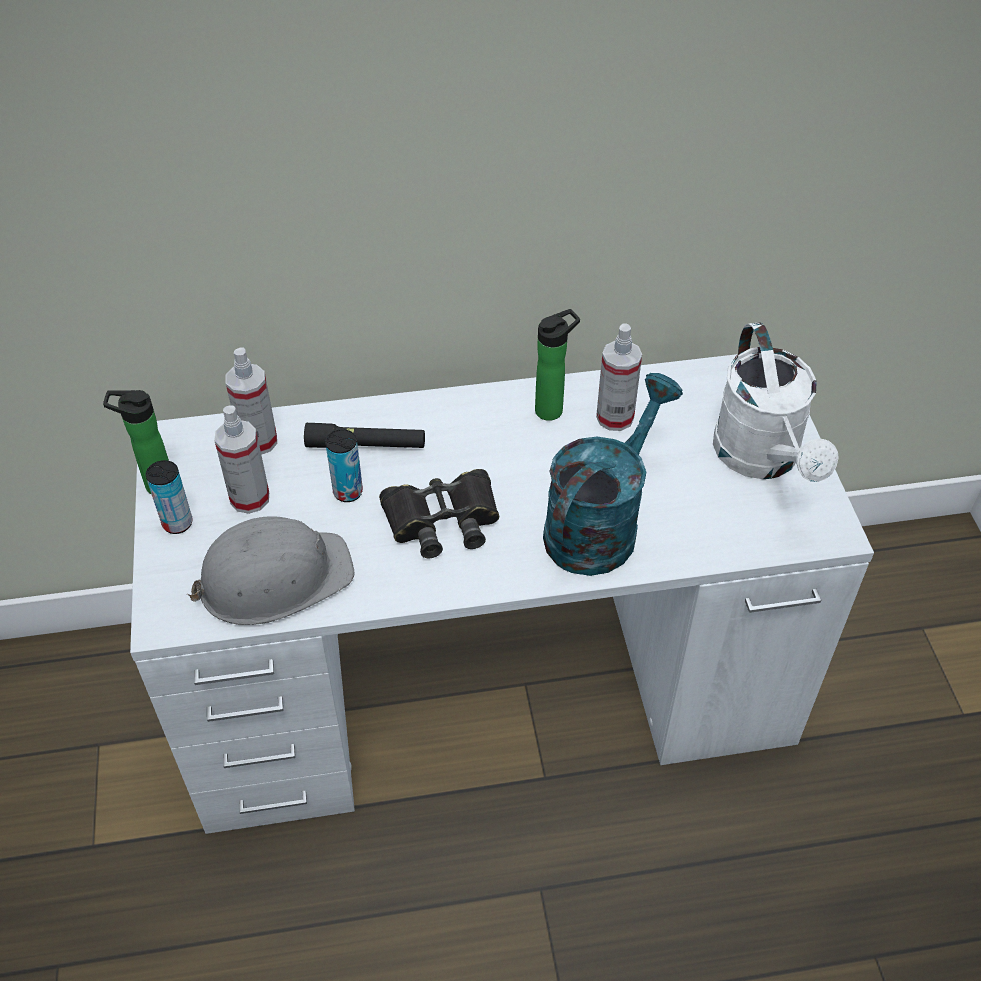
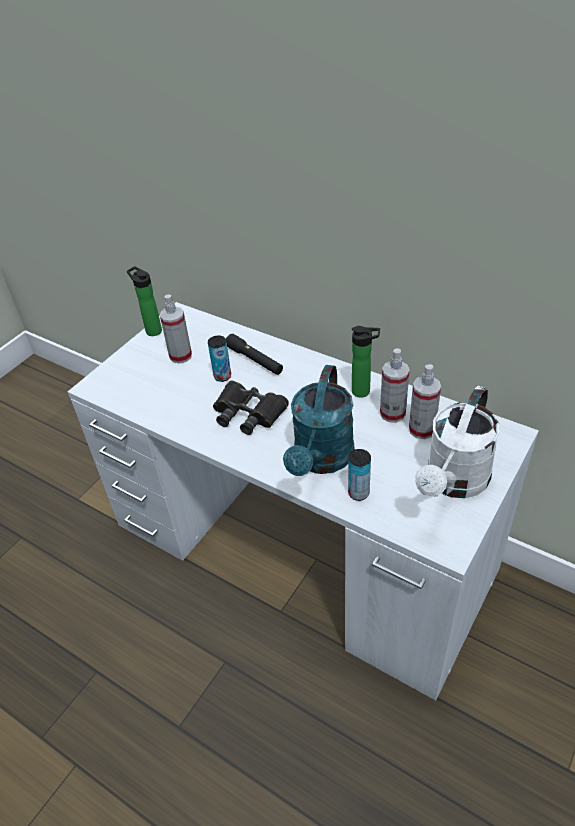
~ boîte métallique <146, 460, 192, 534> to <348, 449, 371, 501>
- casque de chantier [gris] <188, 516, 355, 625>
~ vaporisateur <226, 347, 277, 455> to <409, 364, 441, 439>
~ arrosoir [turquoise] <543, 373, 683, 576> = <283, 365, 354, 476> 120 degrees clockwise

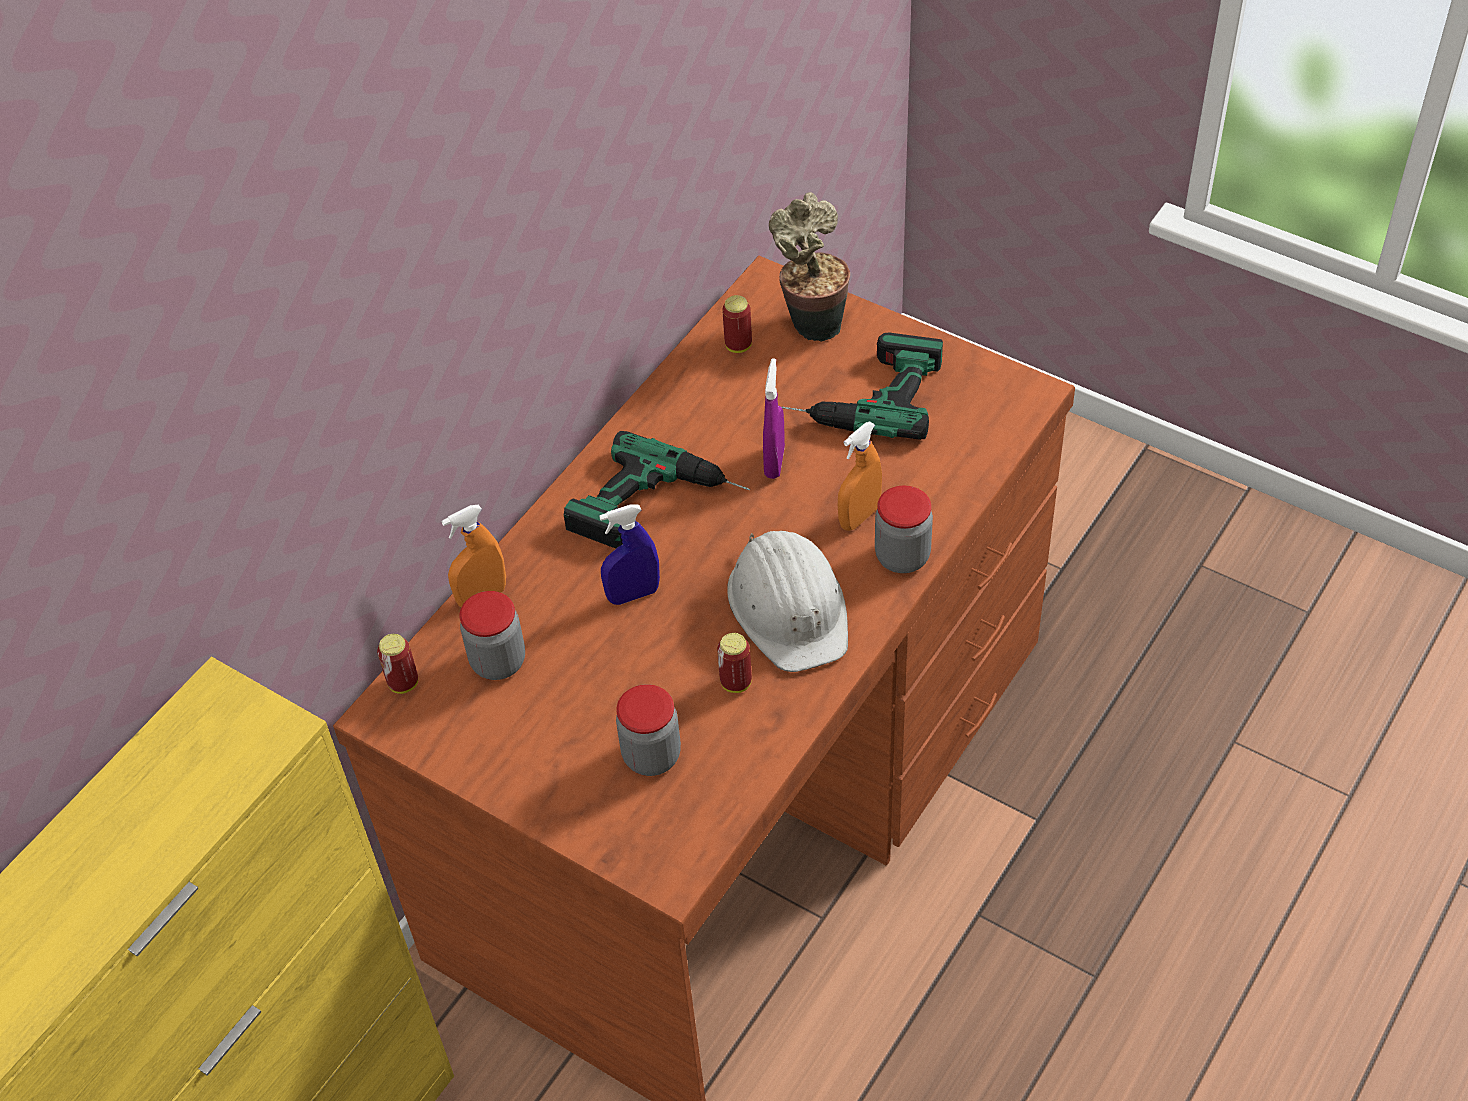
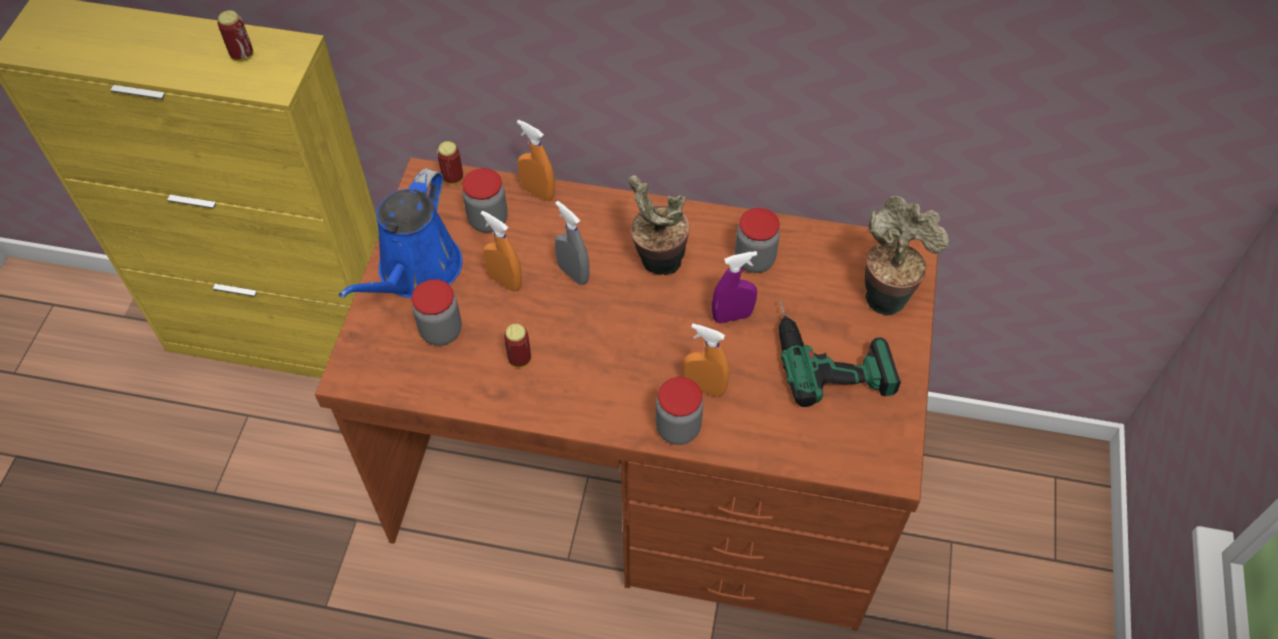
~ perceuse <563, 431, 750, 549> to plante en pot <629, 175, 689, 275>
~ vaporisateur [bleu] <599, 504, 660, 605> to vaporisateur [gris] <555, 201, 589, 285>
~ boîte métallique <722, 295, 752, 353> to <218, 10, 253, 62>
- casque de chantier [blanc] <727, 531, 848, 672>
+ arrosoir [bleu] <339, 168, 462, 298>
+ vaporisateur [orange] <481, 211, 522, 292>
+ bocal <735, 208, 780, 273>

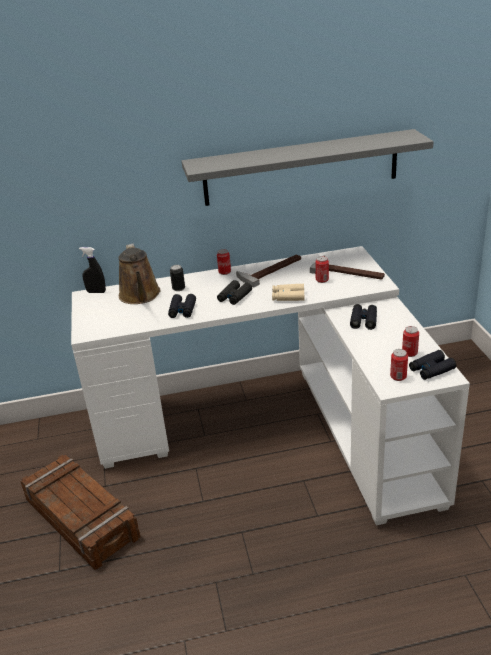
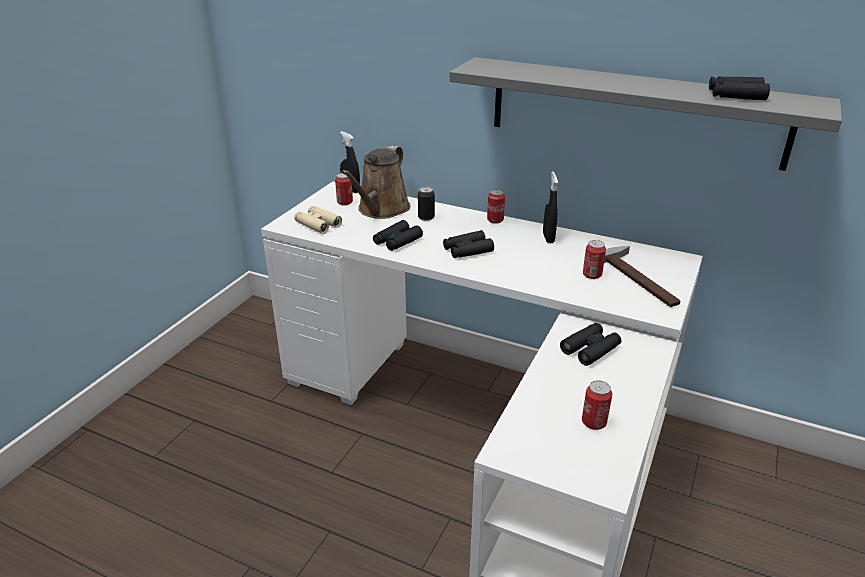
- caisse <20, 455, 140, 570>
~ marteau <236, 254, 301, 287> to vaporisateur [noir] <543, 171, 558, 243>
~ jumelles [beige] <272, 283, 305, 301> to <294, 206, 342, 234>
~ boîte métallique <390, 349, 408, 381> to <335, 173, 353, 205>
~ jumelles [noir] <409, 350, 456, 380> to <709, 76, 770, 100>

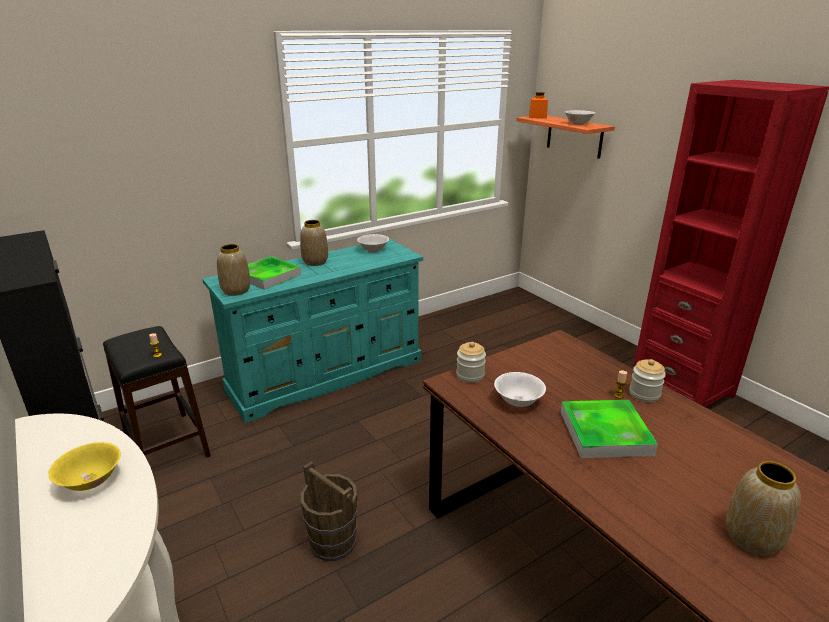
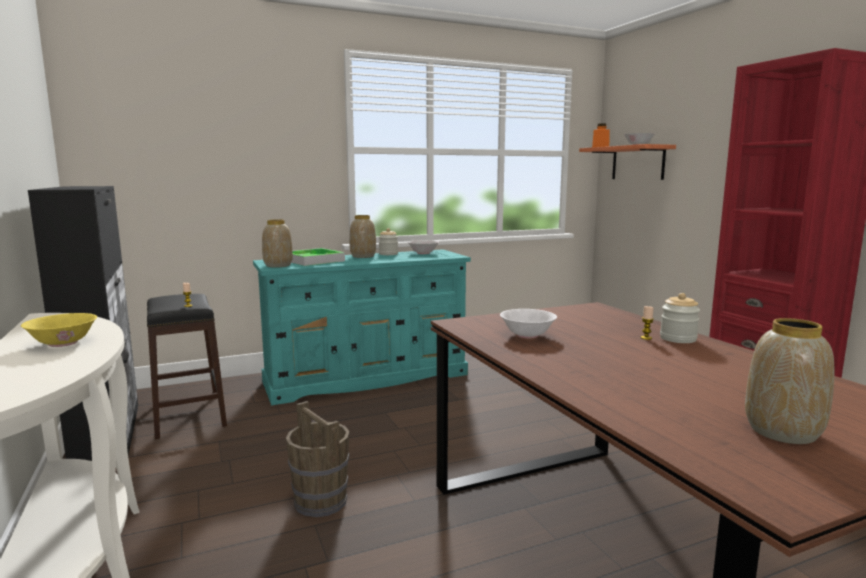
~ bocal <456, 342, 486, 383> to <379, 228, 398, 255>
- plateau <561, 400, 658, 458>

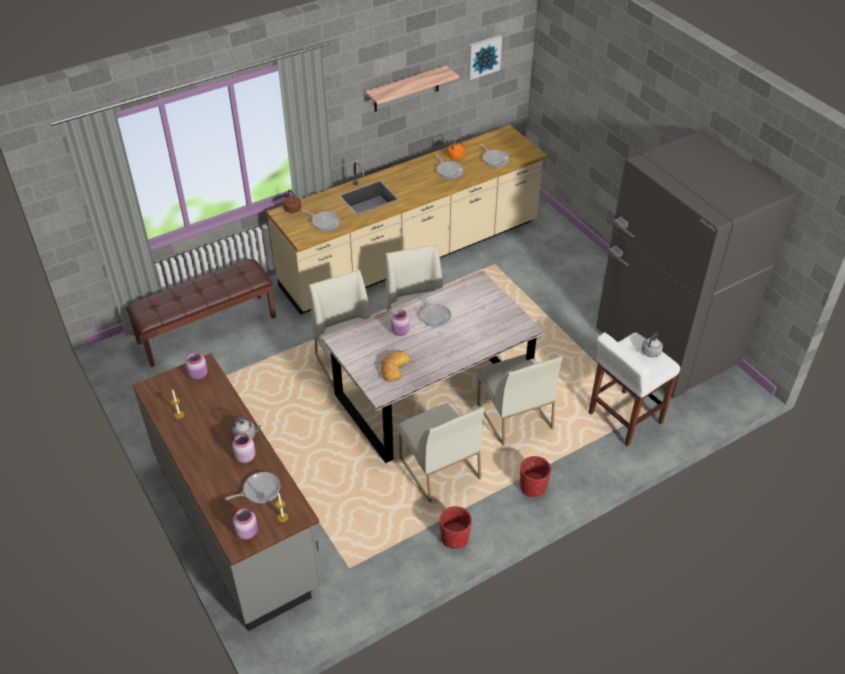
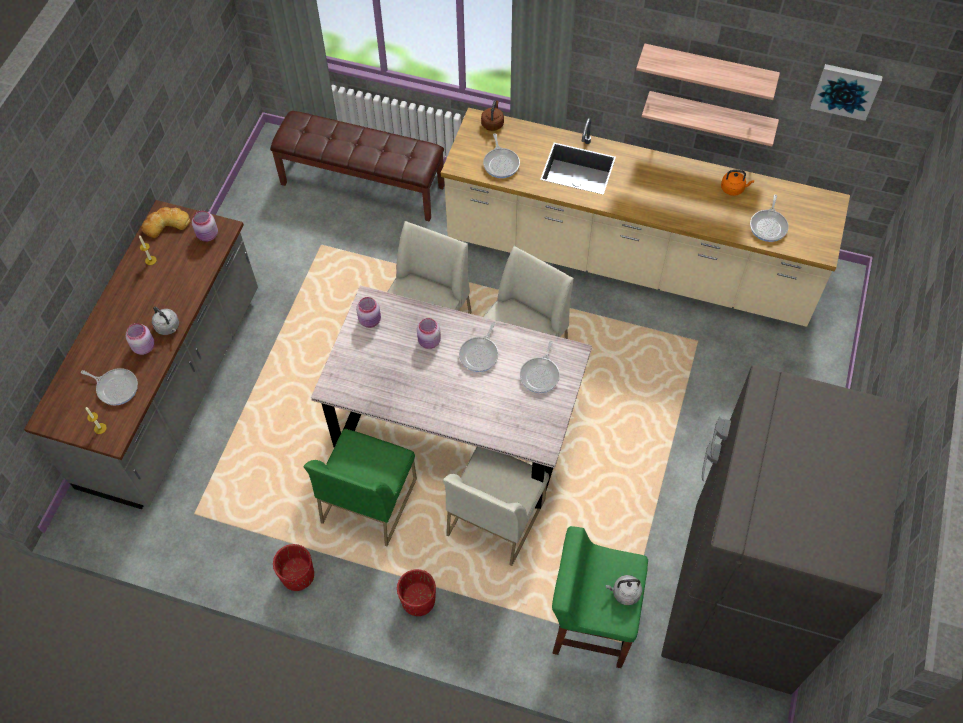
~ bocal [rose] <233, 508, 258, 540> to <356, 297, 381, 328>
~ pain <381, 351, 410, 381> to <141, 207, 191, 238>
~ chaise [blanc] <397, 402, 485, 502> to chaise [vert] <303, 429, 417, 546>
~ poêle <436, 155, 463, 179> to <520, 341, 560, 393>
~ tabouret [blanc] <588, 332, 680, 446> to tabouret [vert] <552, 526, 648, 668>
+ étagère <642, 91, 779, 146>

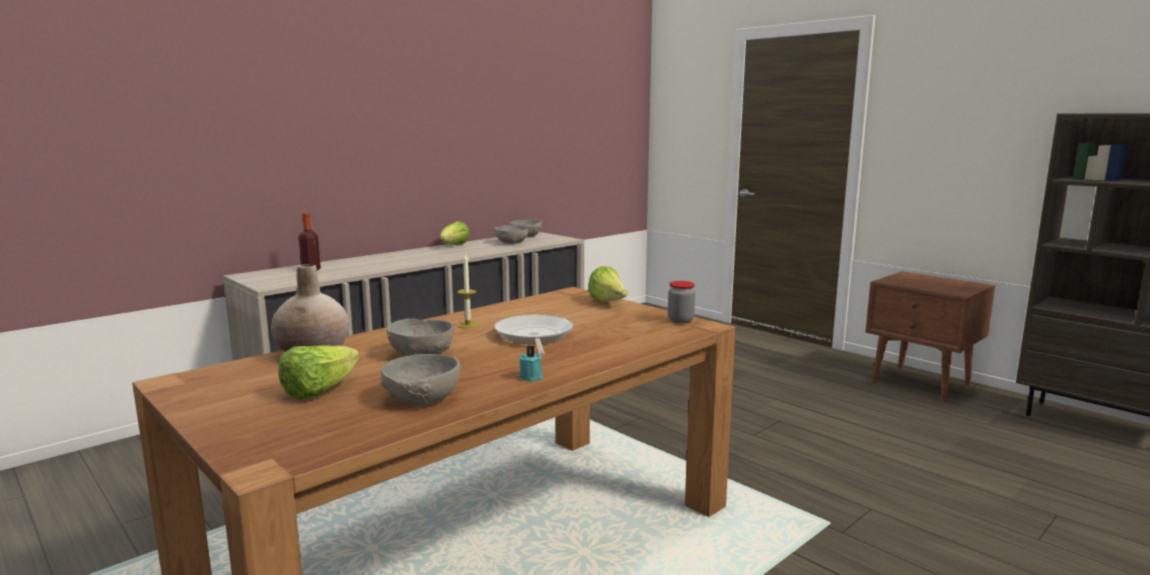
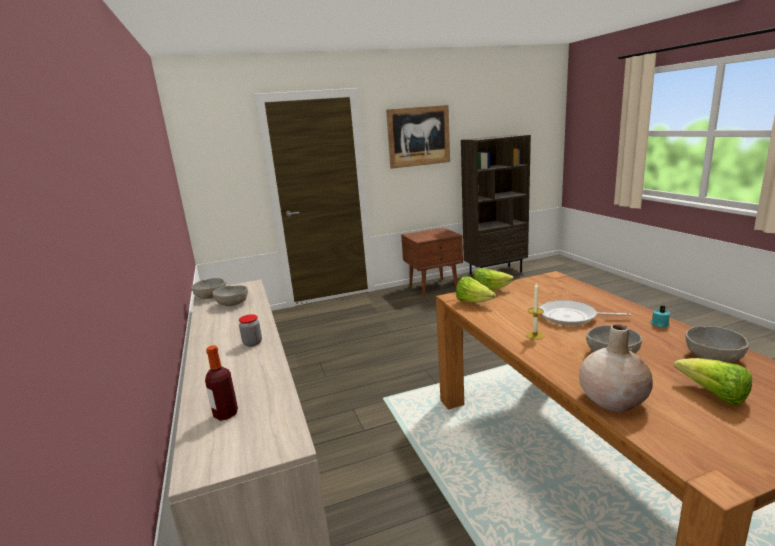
~ laitue <440, 221, 470, 245> to <456, 276, 496, 303>
~ bocal <668, 281, 695, 323> to <239, 314, 262, 347>
+ tableau <386, 105, 450, 169>

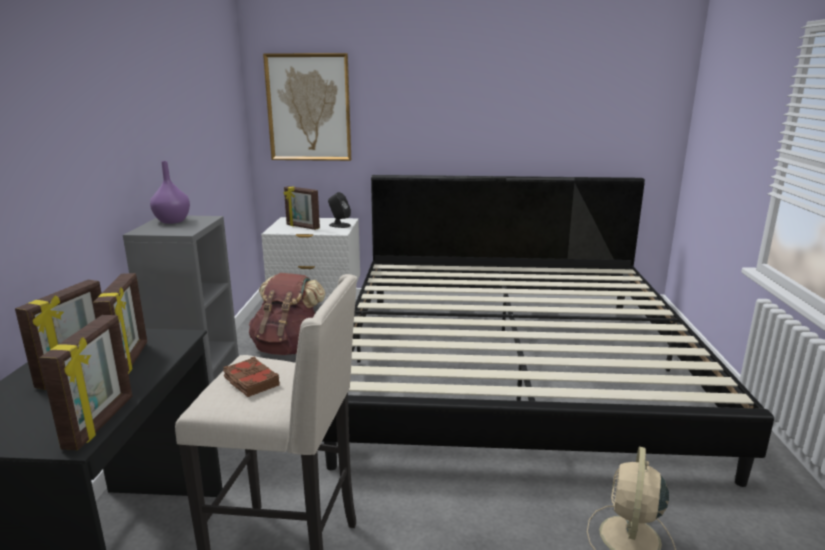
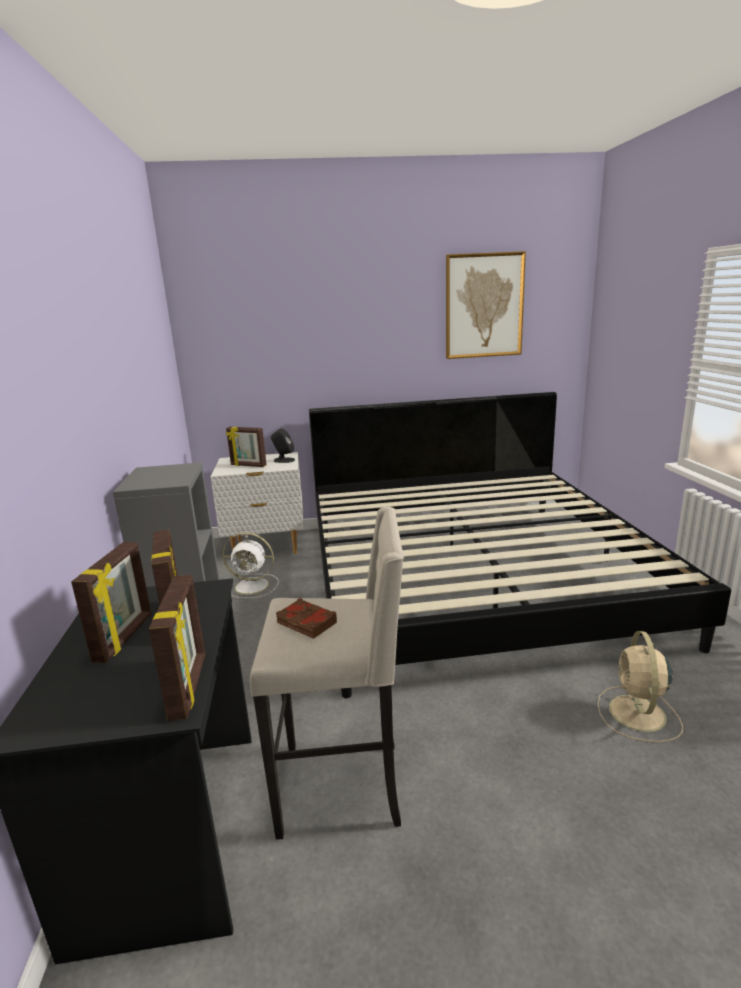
- vase [violet] <150, 161, 190, 224>
~ sac à dos [marron] <249, 273, 326, 355> to ventilateur [blanc] <222, 533, 279, 599>
~ tableau <263, 53, 351, 161> to <446, 251, 526, 359>

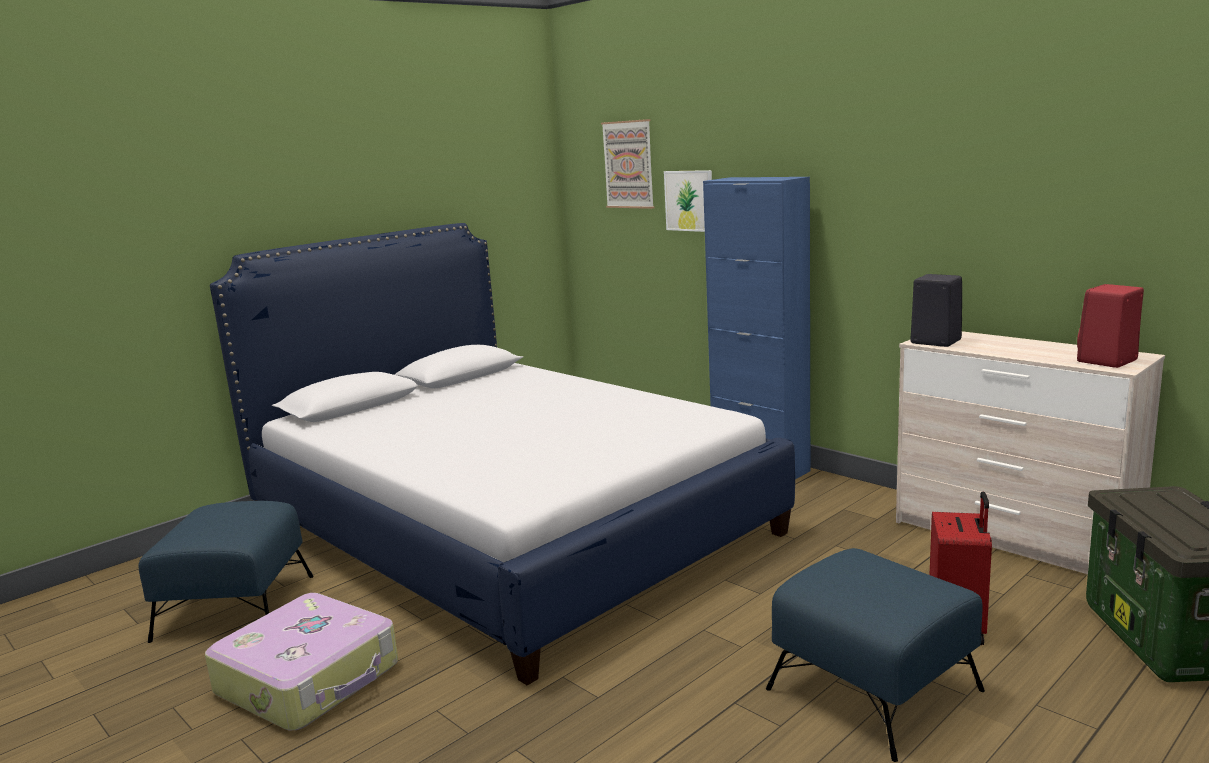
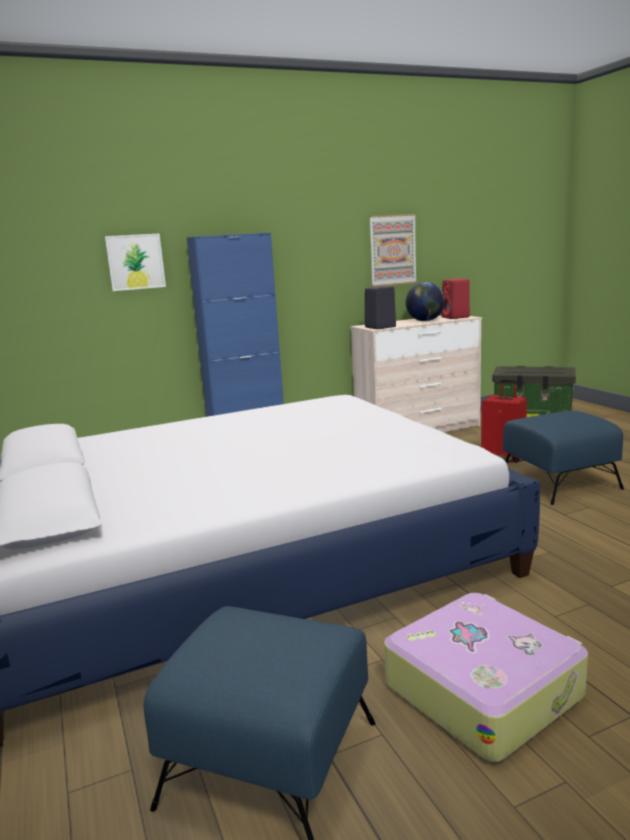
~ tableau <601, 119, 655, 209> to <369, 214, 417, 287>
+ globe <406, 282, 445, 321>

